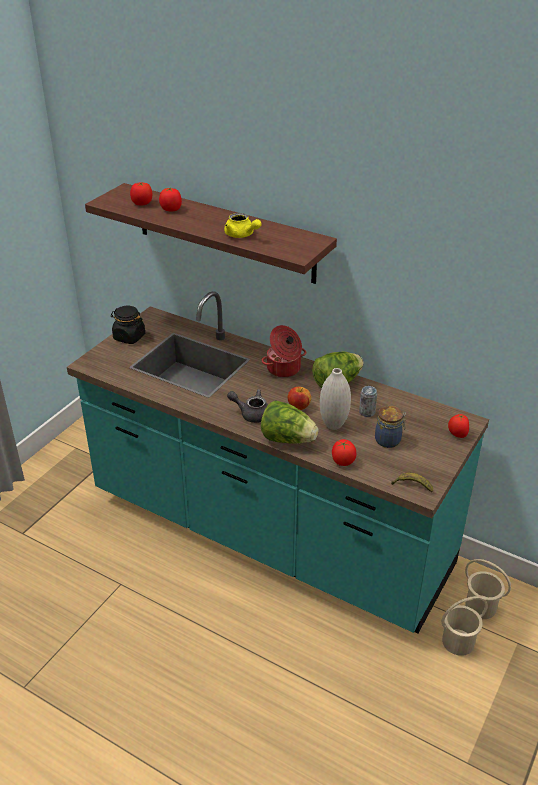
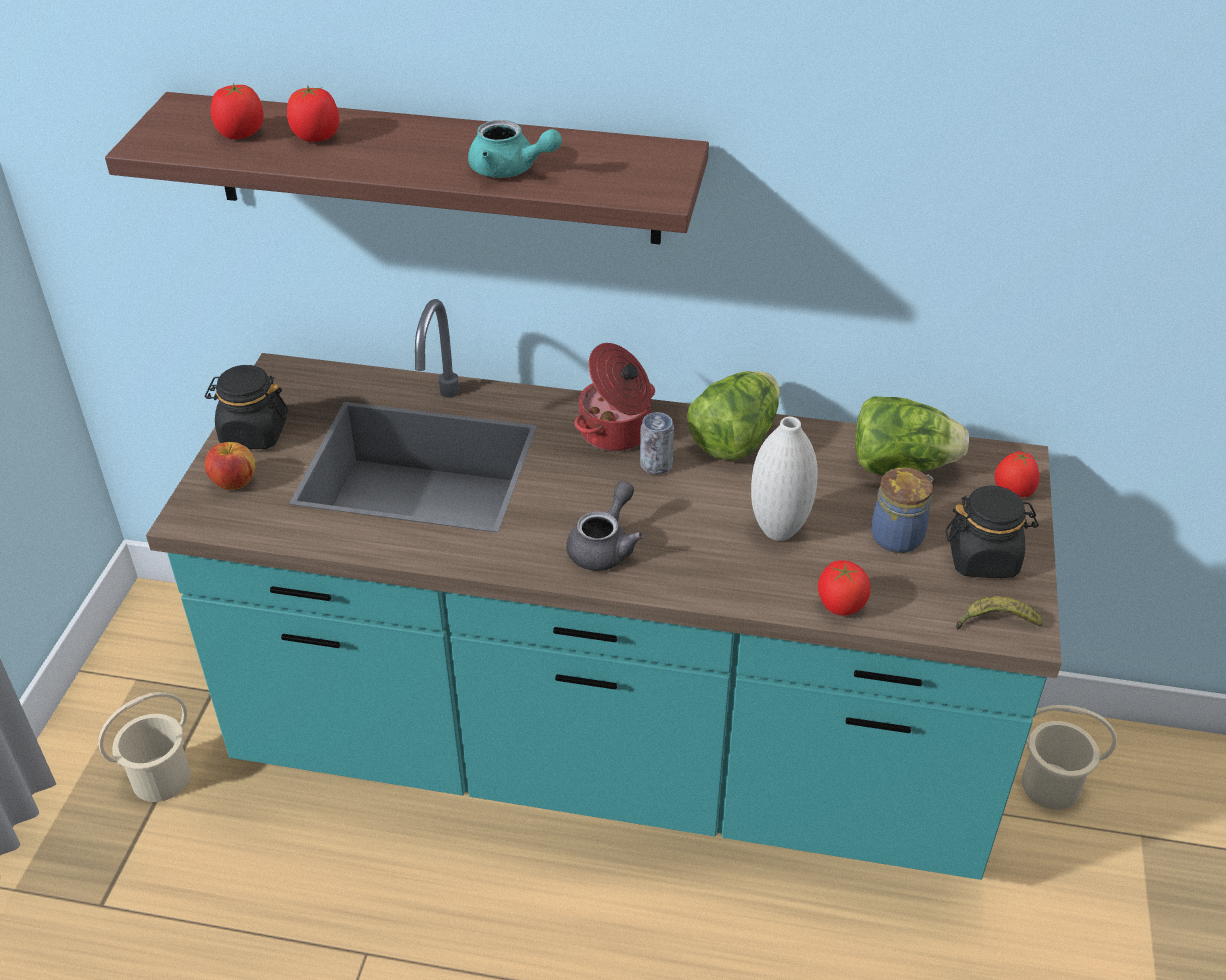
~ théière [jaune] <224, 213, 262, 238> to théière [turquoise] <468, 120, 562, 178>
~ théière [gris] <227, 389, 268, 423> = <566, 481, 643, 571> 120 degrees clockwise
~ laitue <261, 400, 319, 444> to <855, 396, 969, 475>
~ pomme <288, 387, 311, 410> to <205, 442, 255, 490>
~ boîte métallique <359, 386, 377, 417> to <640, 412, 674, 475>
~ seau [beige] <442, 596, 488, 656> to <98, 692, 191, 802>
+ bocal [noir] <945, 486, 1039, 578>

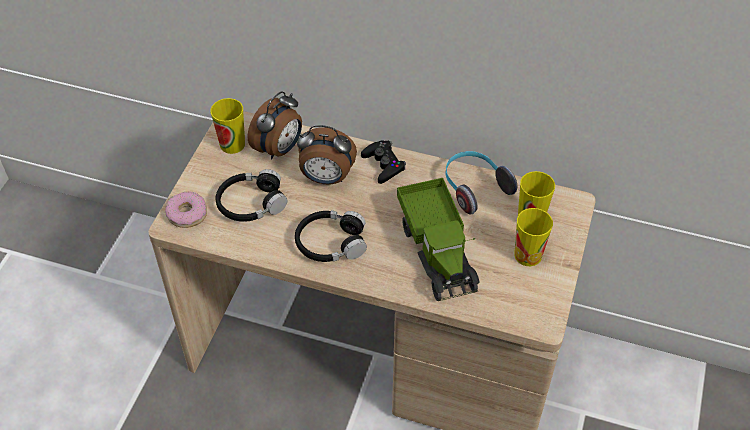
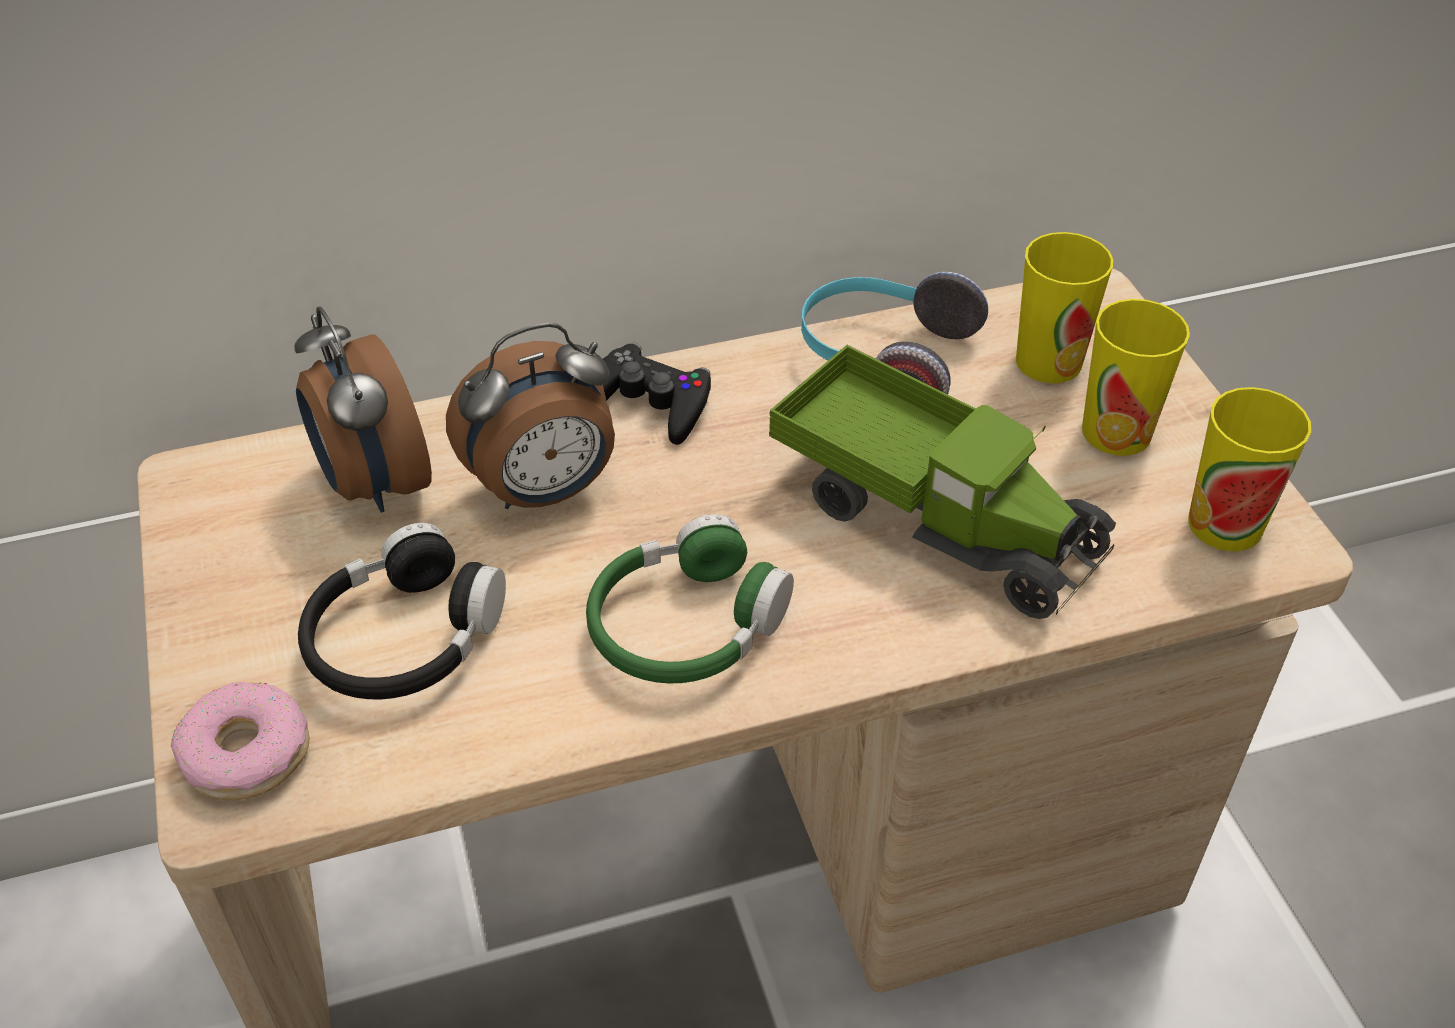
~ tasse <211, 98, 245, 154> to <1188, 387, 1311, 551>
~ réveil <248, 91, 302, 159> = <294, 306, 432, 513> 150 degrees clockwise
~ casque audio [noir] <295, 210, 367, 262> to casque audio [vert] <586, 514, 794, 683>

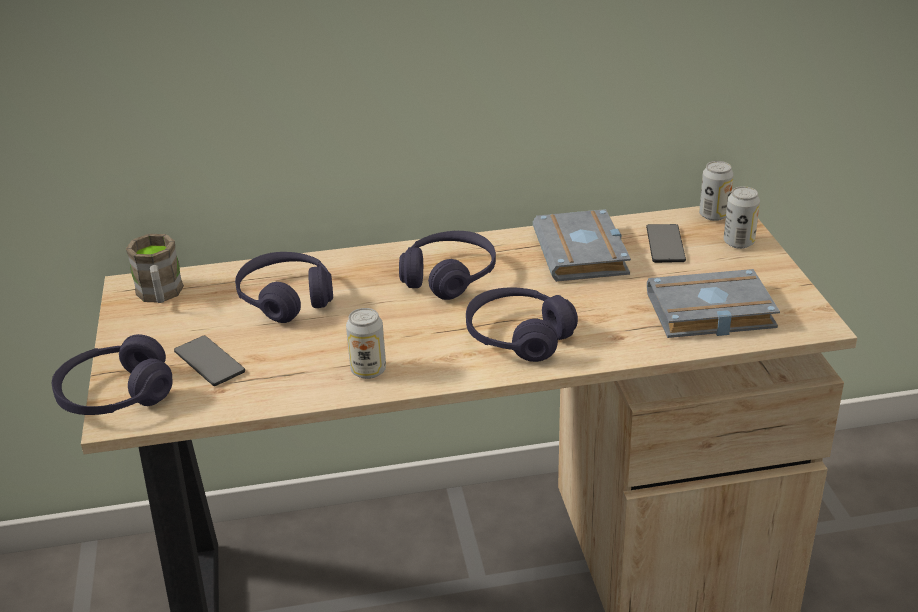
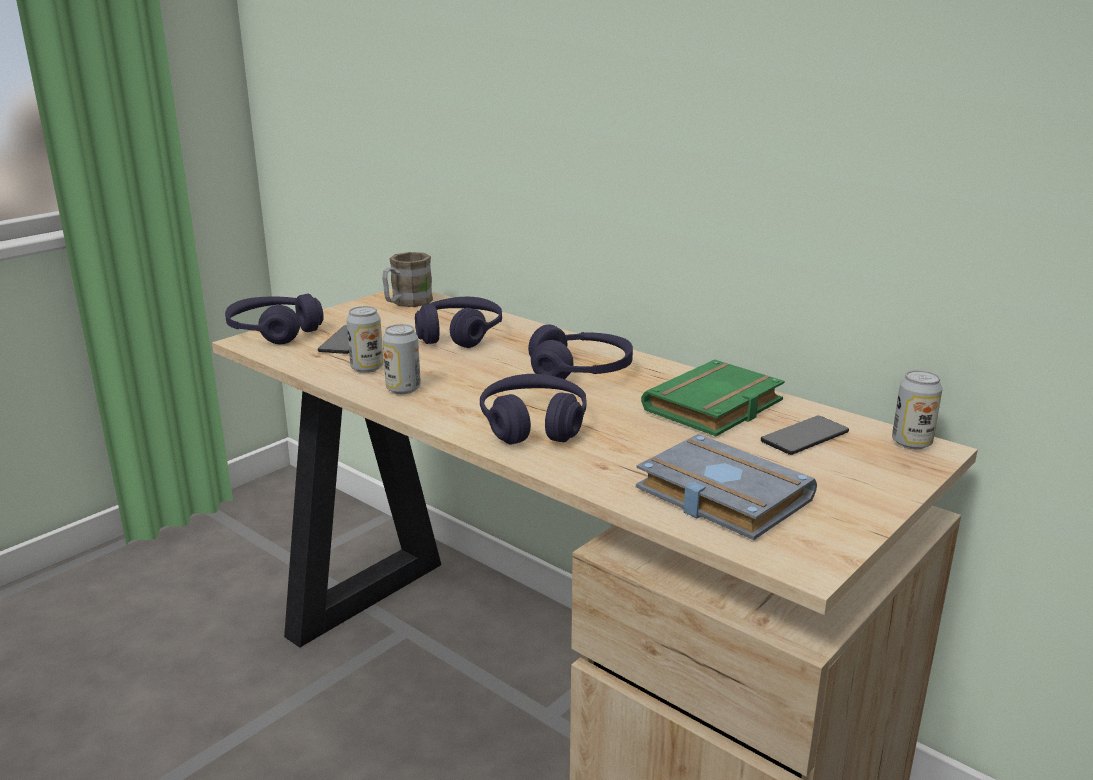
~ livre [gris] <533, 209, 631, 282> to livre [vert] <641, 360, 785, 436>
~ boîte métallique <724, 186, 760, 249> to <346, 306, 384, 373>

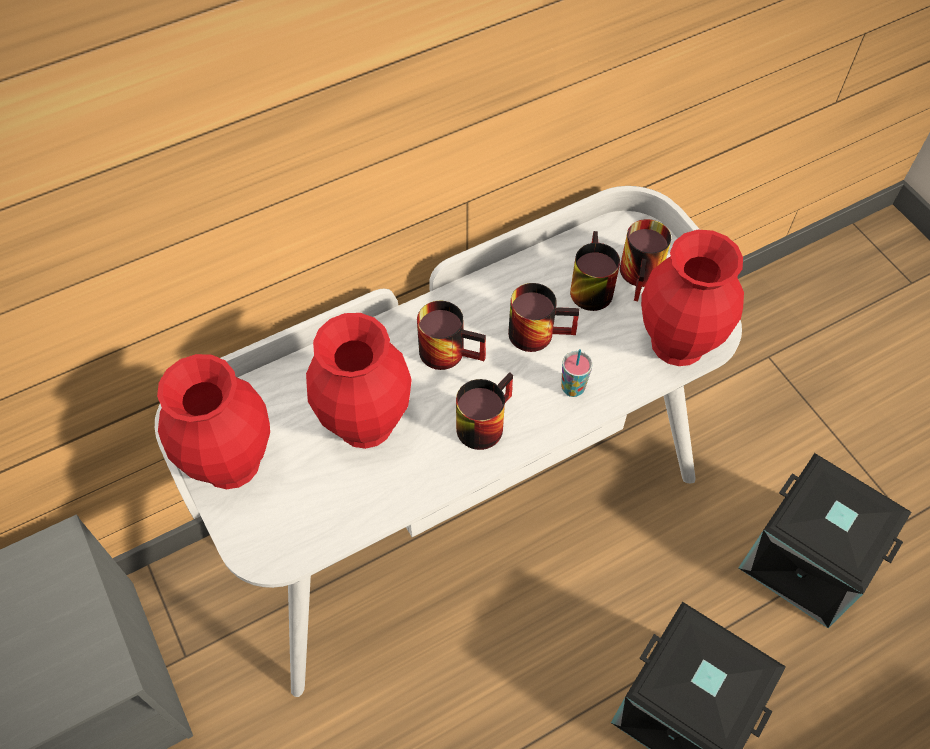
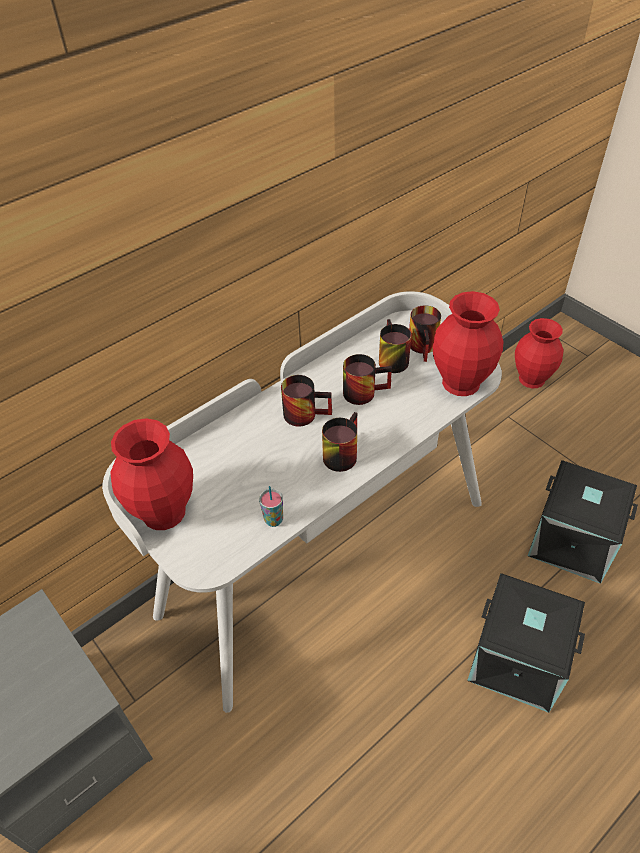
~ vase [rouge] <306, 313, 412, 449> to <515, 318, 564, 388>
~ tasse <561, 349, 593, 397> to <259, 486, 283, 527>

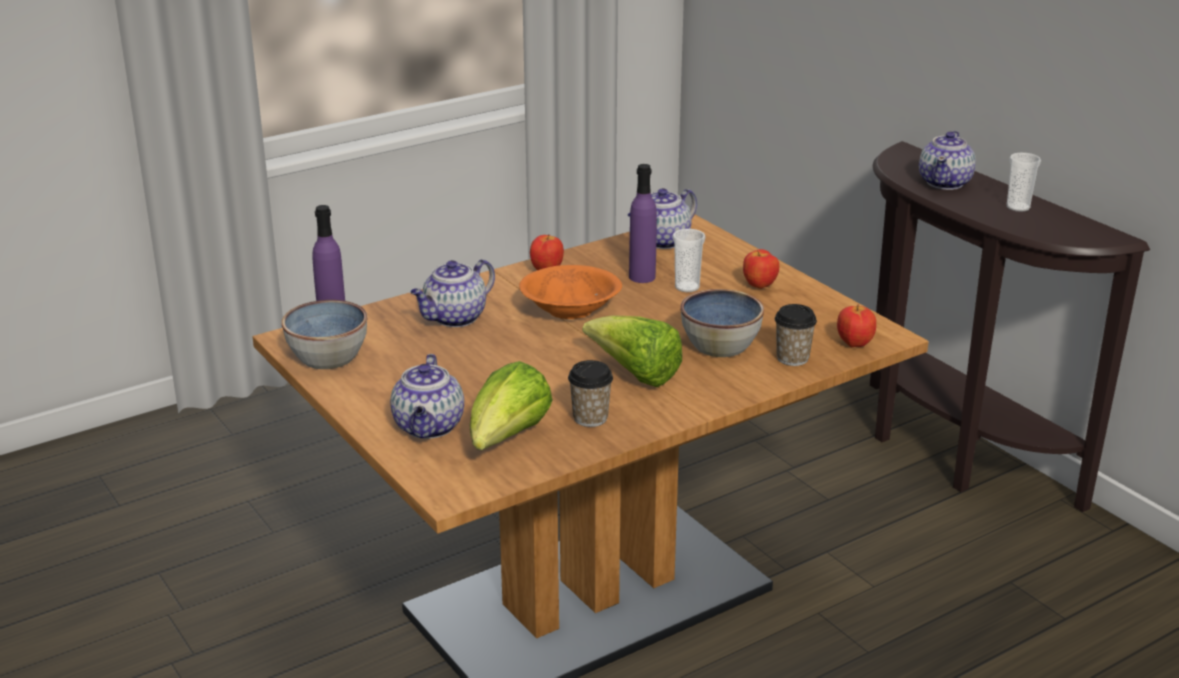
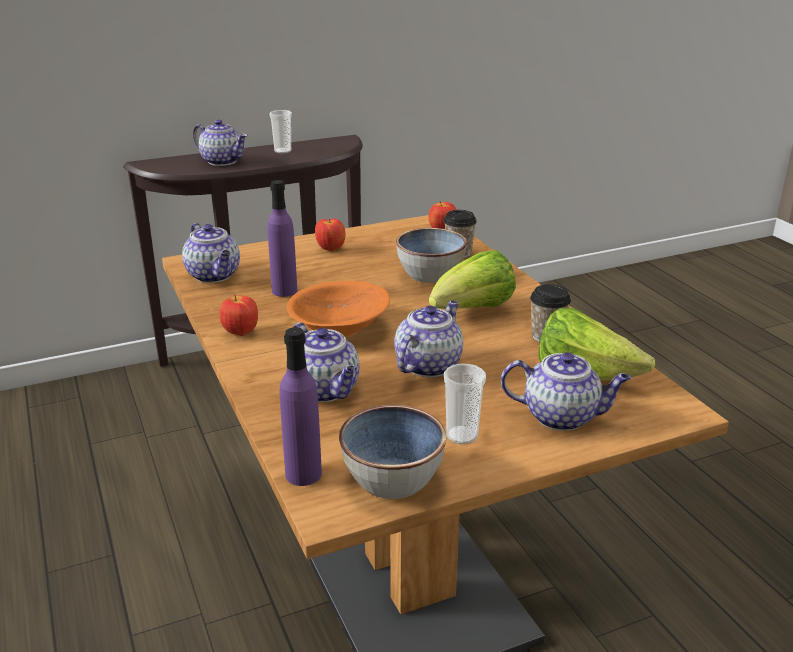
~ tasse <672, 229, 706, 292> to <444, 364, 486, 445>
+ théière <394, 301, 463, 377>

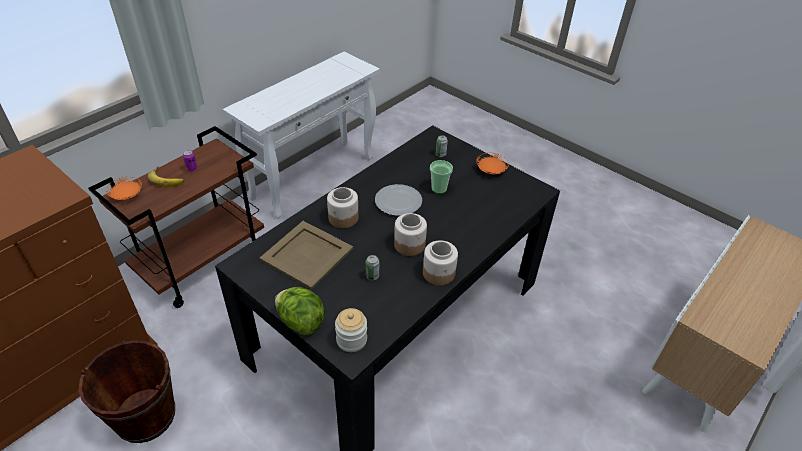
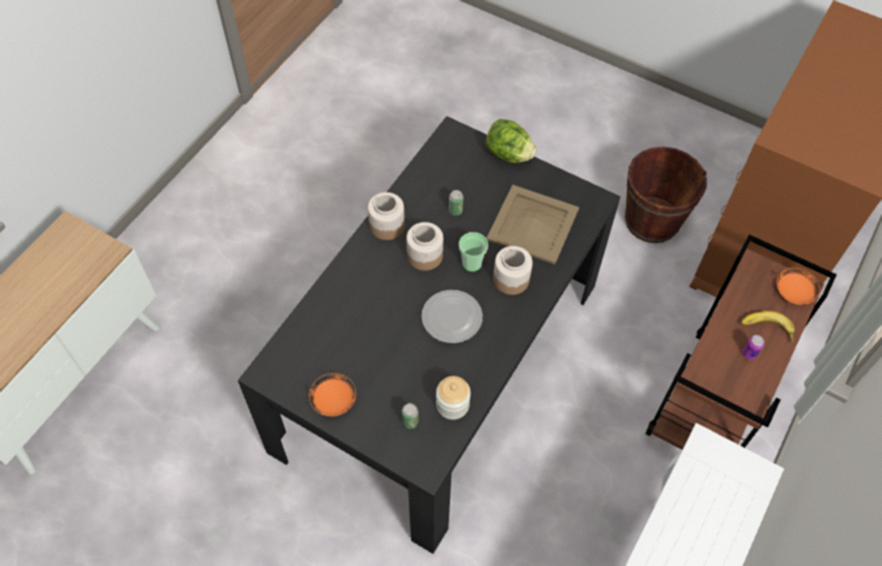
~ bocal <335, 308, 367, 352> to <436, 376, 471, 420>
~ tasse <430, 160, 453, 194> to <459, 232, 488, 272>

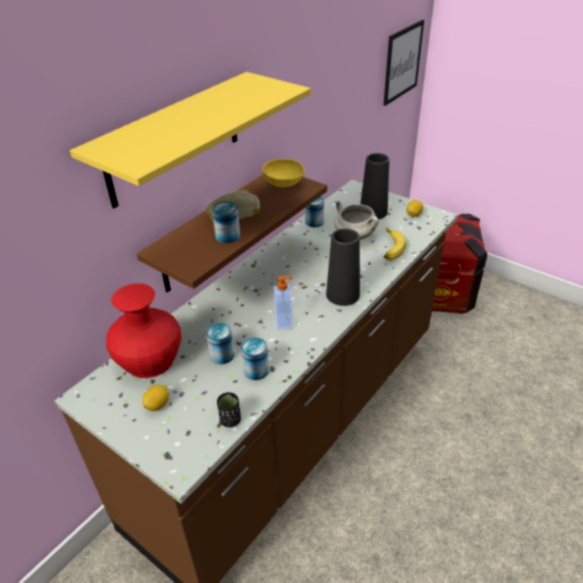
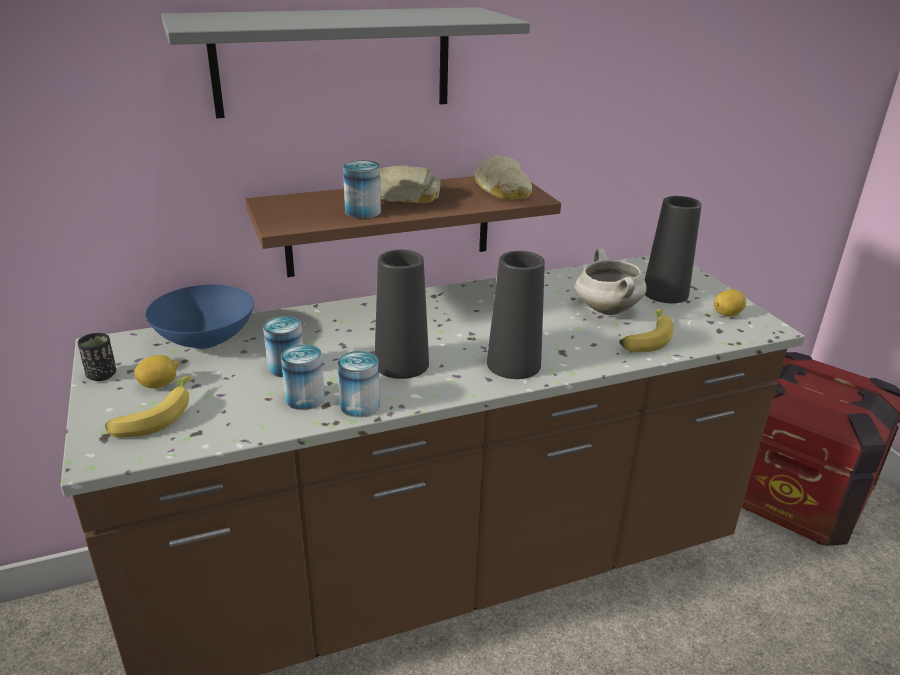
~ étagère [jaune] <70, 72, 311, 208> to étagère [gris] <161, 7, 530, 118>
~ vase [rouge] <106, 283, 181, 378> to bol [bleu] <146, 285, 254, 349>
~ tasse [noir] <217, 392, 241, 427> to <77, 333, 116, 381>
~ bol [jaune] <262, 159, 304, 187> to pain <474, 156, 532, 200>
~ distributeur de savon <274, 276, 293, 330> to vase [noir] <375, 250, 429, 379>
~ boîte métallique <305, 196, 324, 227> to <338, 351, 380, 417>
- tableau <383, 20, 424, 106>
+ banane <105, 376, 192, 438>

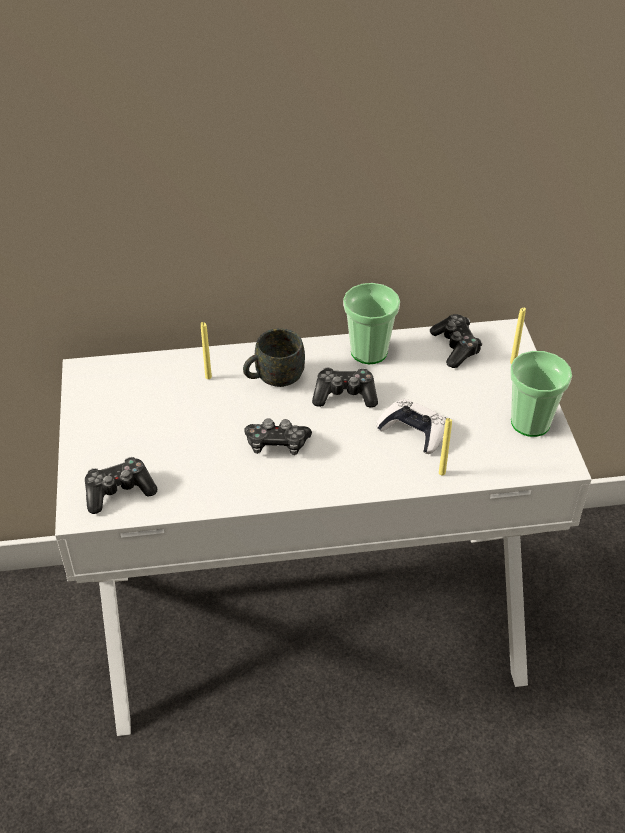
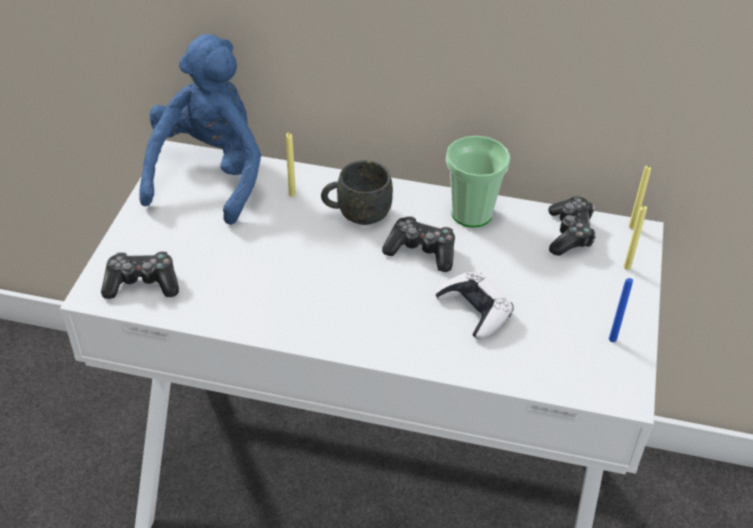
- manette <244, 418, 312, 455>
~ bougie [jaune] <439, 418, 452, 475> to <629, 165, 651, 229>
~ tasse <510, 351, 572, 437> to bougie [bleu] <609, 278, 633, 342>
+ peluche [bleu] <139, 34, 261, 225>

